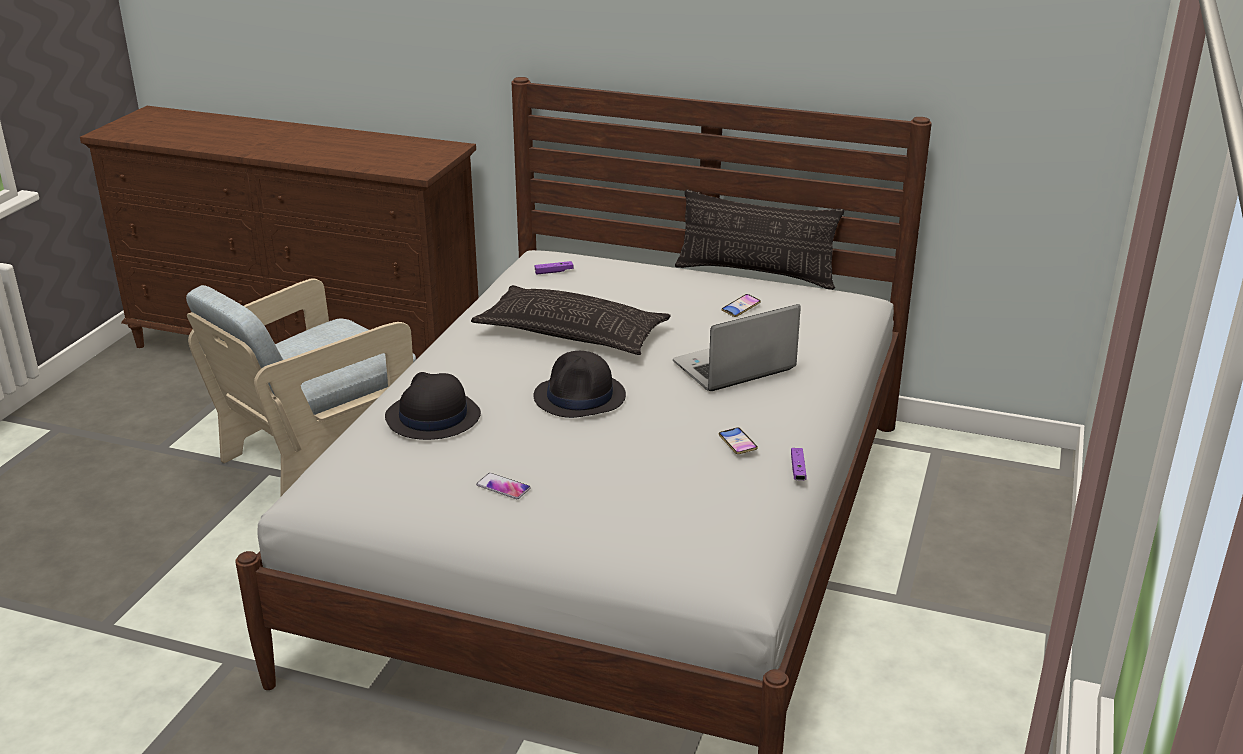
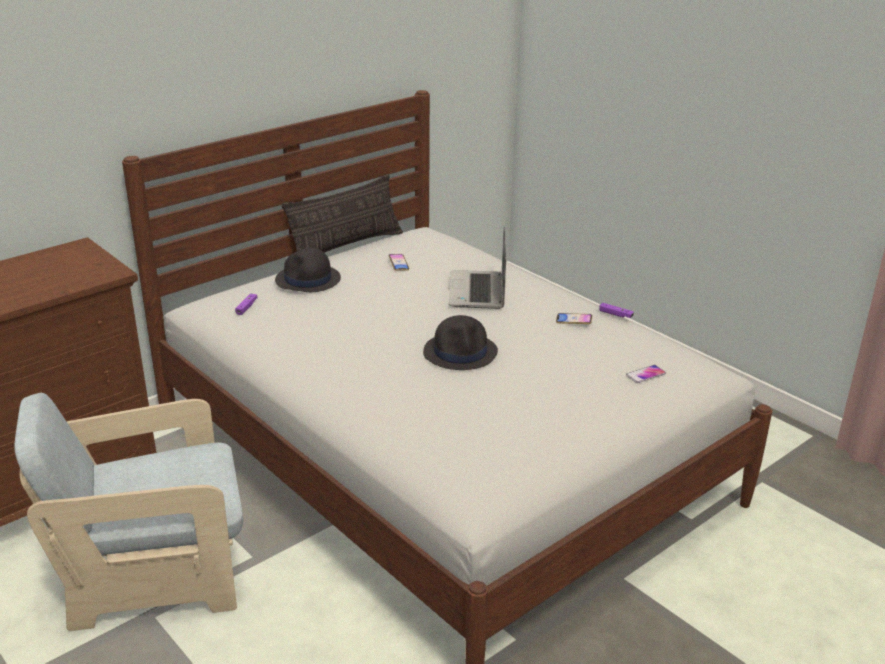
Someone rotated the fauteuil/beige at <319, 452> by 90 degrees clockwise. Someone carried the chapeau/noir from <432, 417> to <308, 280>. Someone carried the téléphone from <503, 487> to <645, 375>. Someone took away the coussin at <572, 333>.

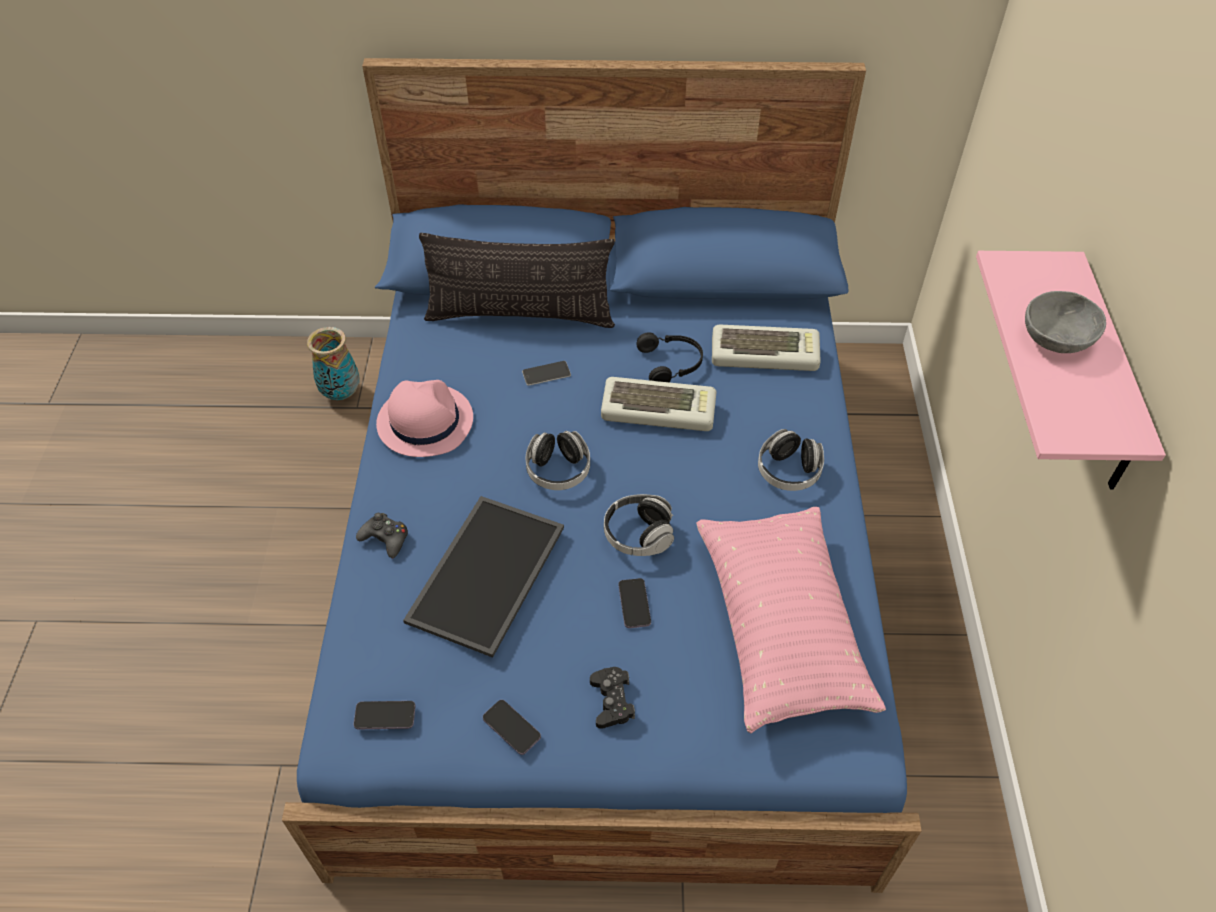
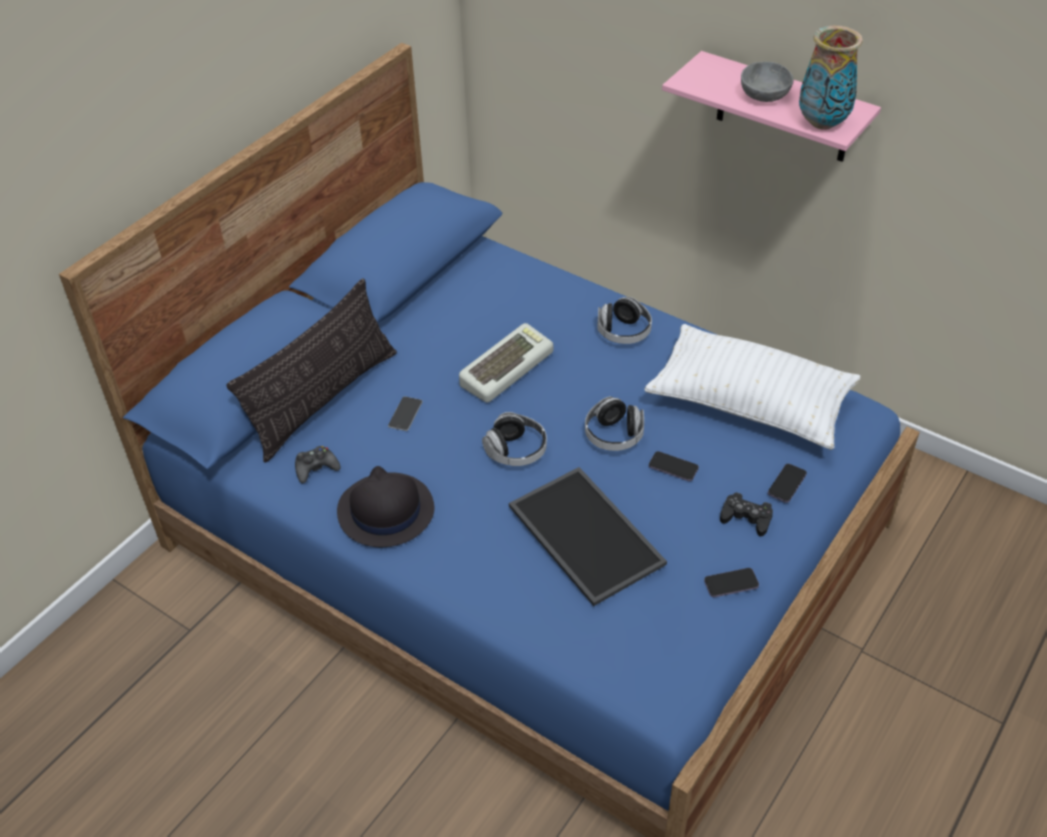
Someone carried the manette/noir from <385, 538> to <316, 468>. Someone repainted the chapeau/rose at <424, 421>, which became the chapeau/noir at <385, 511>. Someone repainted the coussin/rose at <780, 629>, which became the coussin/blanc at <750, 404>. Someone carried the téléphone from <385, 716> to <787, 484>. Someone carried the vase from <341, 393> to <822, 124>. Someone took away the casque audio/noir at <671, 364>. Someone took away the clavier at <765, 353>.

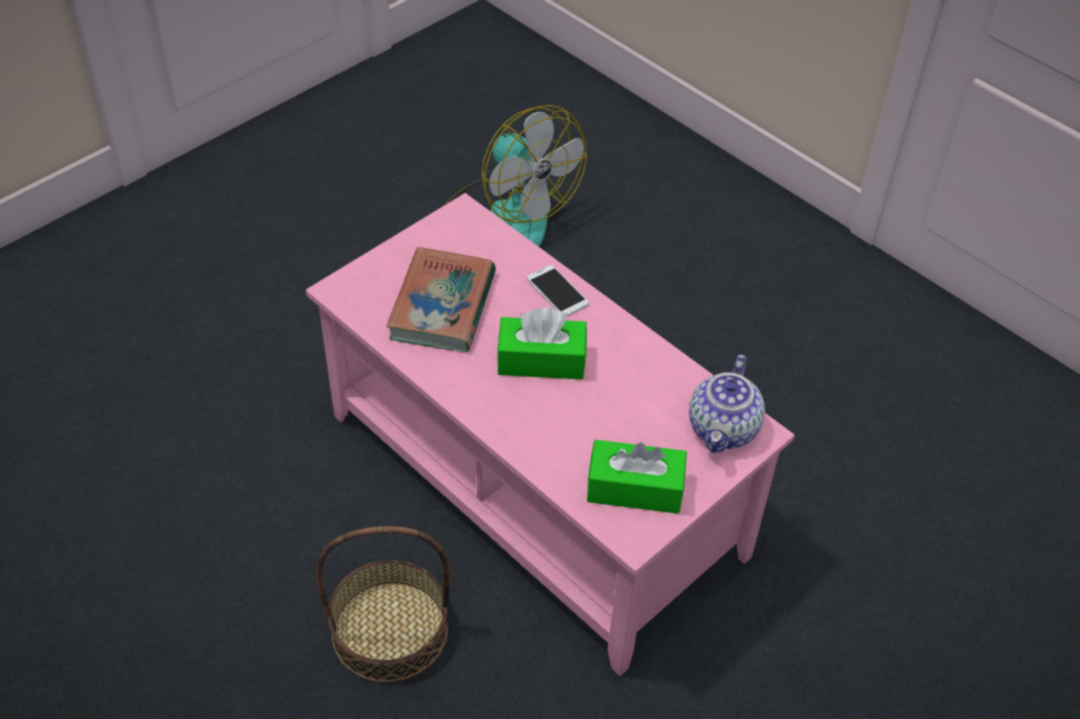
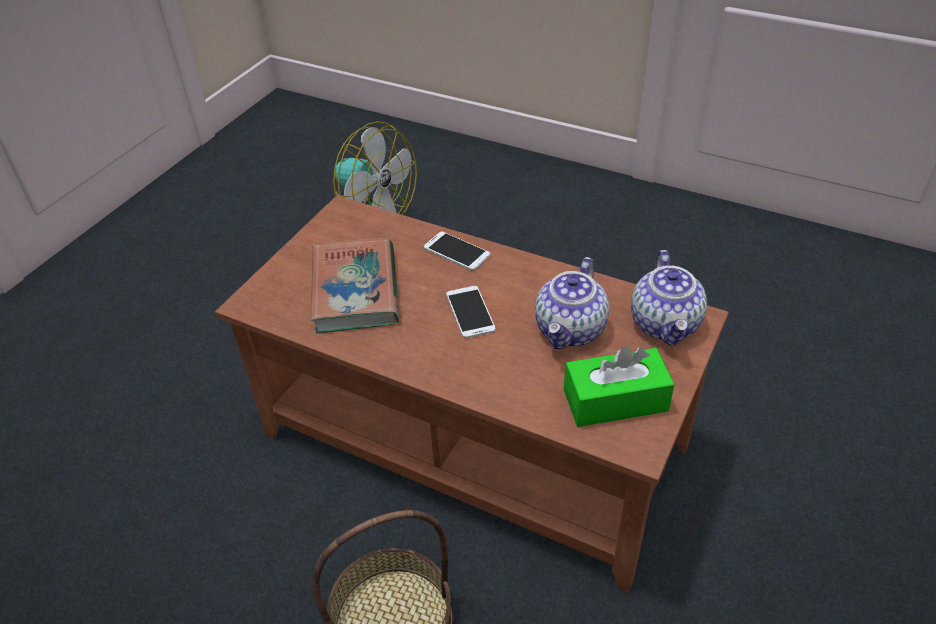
Someone repainted the table basse/rose at <538, 482>, which became the table basse/marron at <476, 438>. Someone swapped the boîte à mouchoirs/vert at <541, 360> for the téléphone at <470, 312>. Someone put down the théière at <571, 330>.

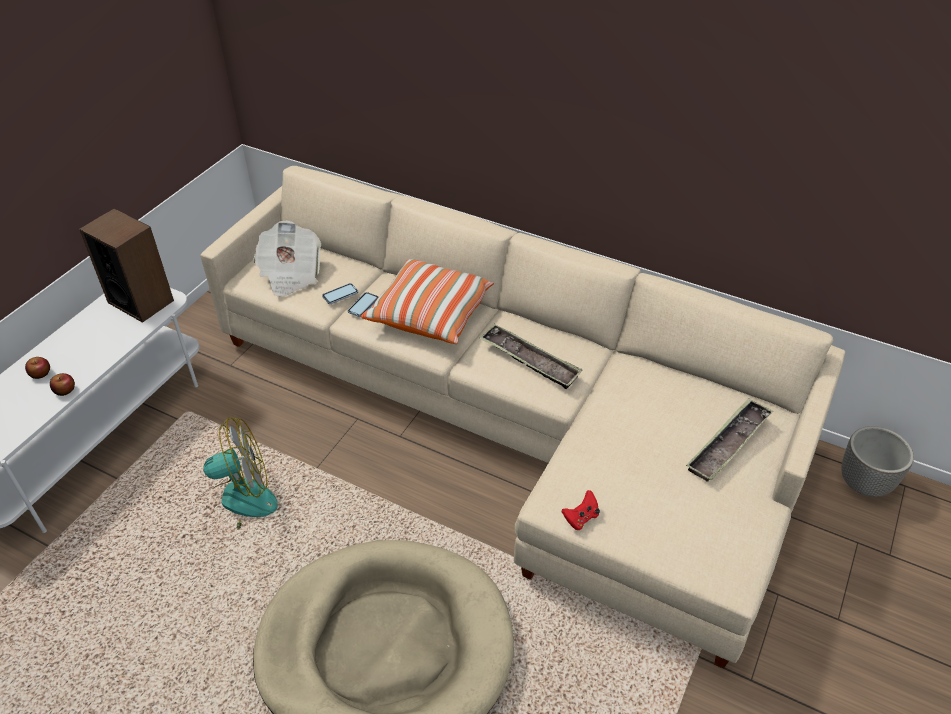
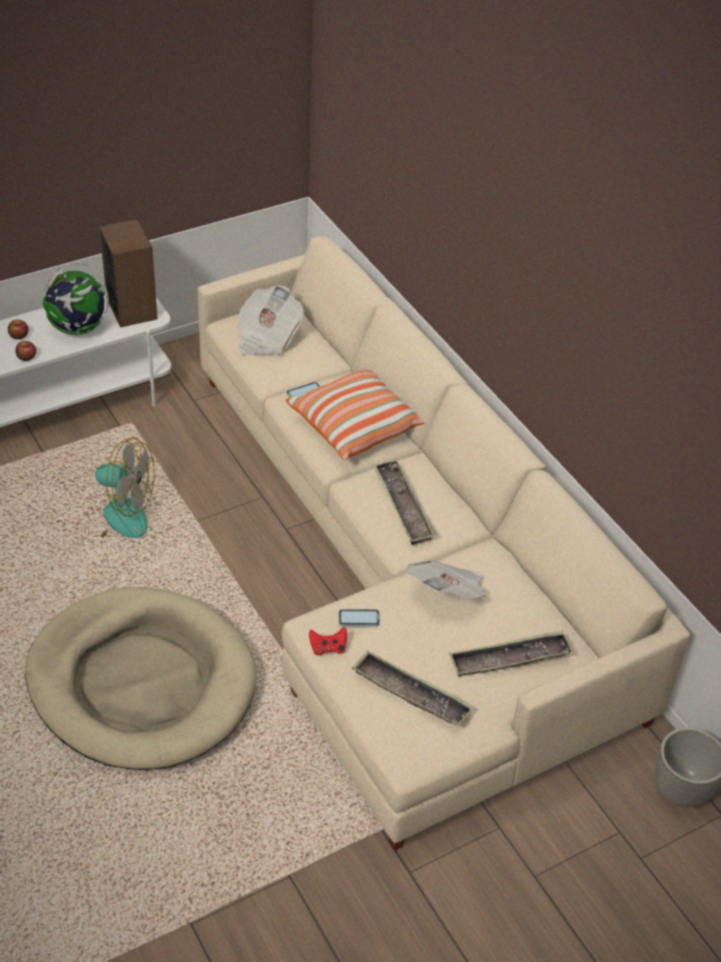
Someone put down the globe at <78, 328>. Someone carried the téléphone from <340, 294> to <358, 618>. Someone put down the plateau at <411, 693>. Someone put down the journal at <448, 593>.

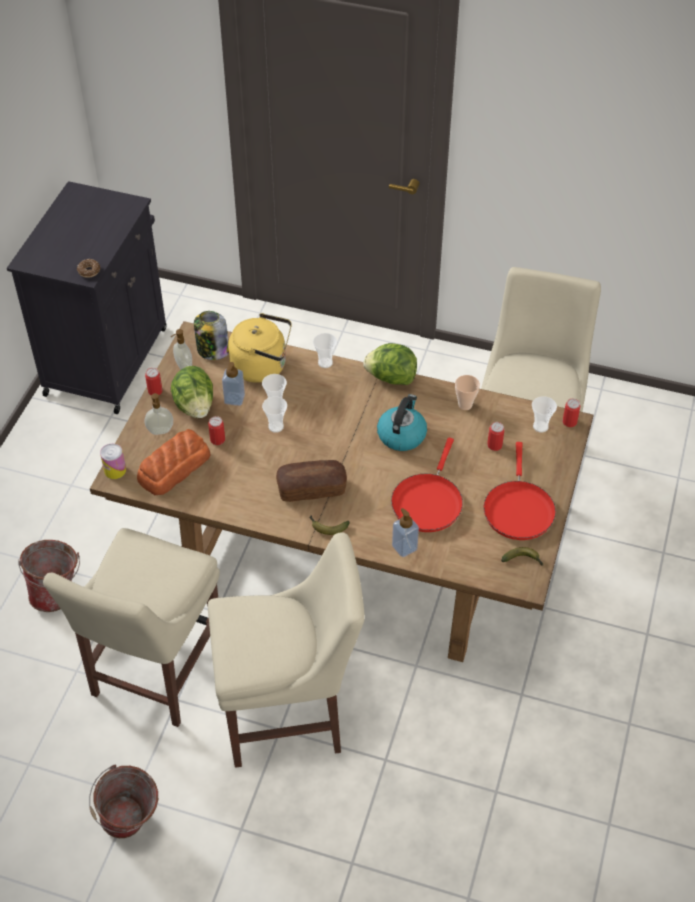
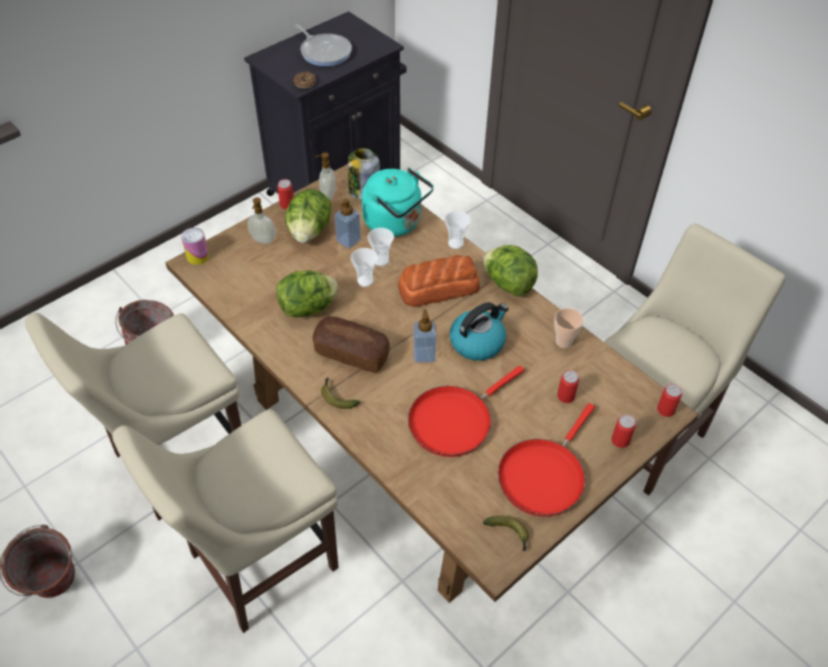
Someone rotated the chaise/beige at <290, 715> by 120 degrees clockwise. Someone put down the laitue at <308, 308>. Someone put down the poêle at <324, 52>. Someone repainted the bouilloire/jaune at <262, 367>, which became the bouilloire/turquoise at <396, 223>. Someone carried the pain from <173, 468> to <437, 287>. Someone carried the distributeur de savon from <404, 547> to <424, 355>. Someone carried the boîte métallique from <217, 440> to <620, 440>. Someone took away the tasse at <540, 426>.

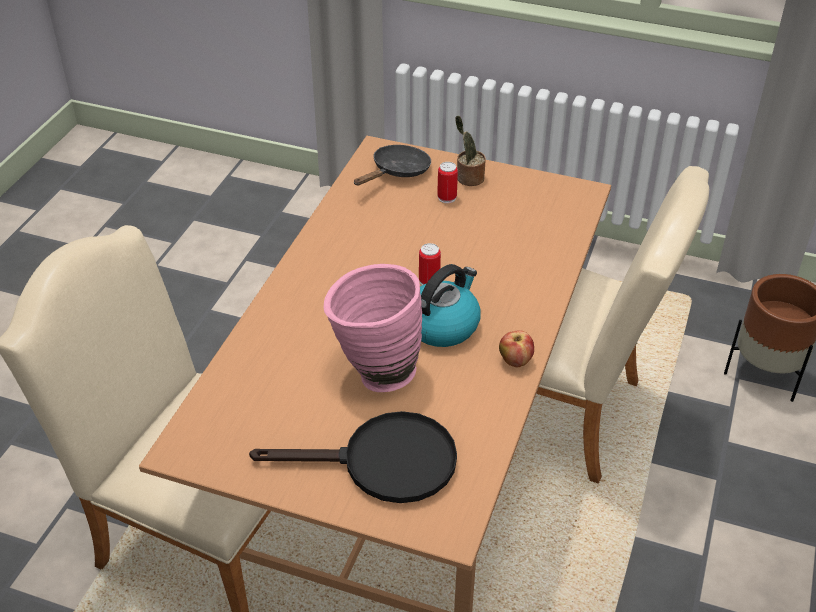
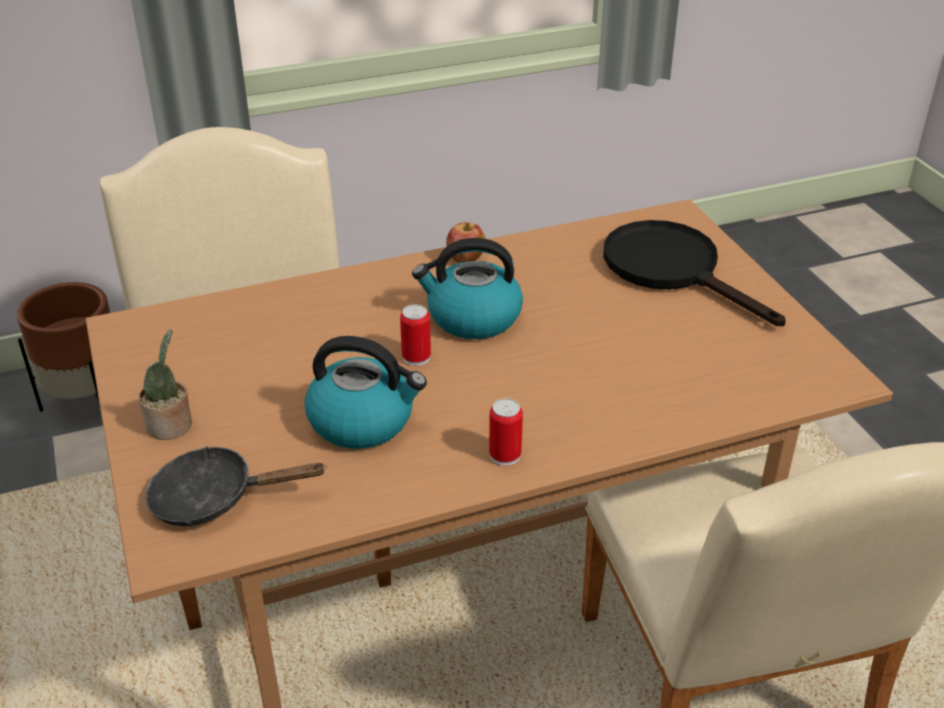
Someone put down the bouilloire at <363, 421>. Someone carried the boîte métallique from <447, 197> to <505, 455>. Someone took away the vase/rose at <374, 373>.

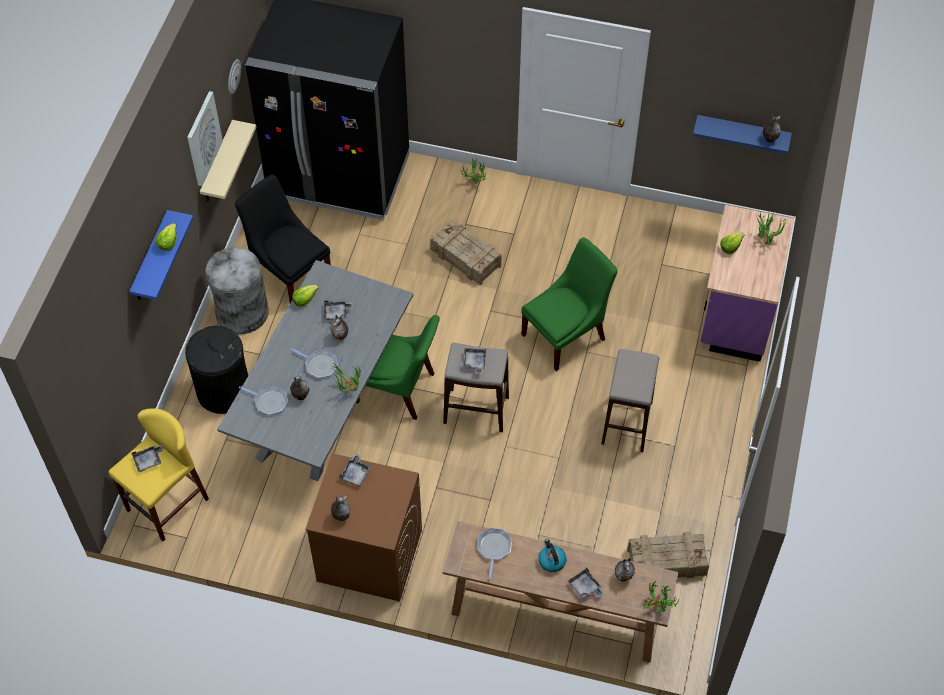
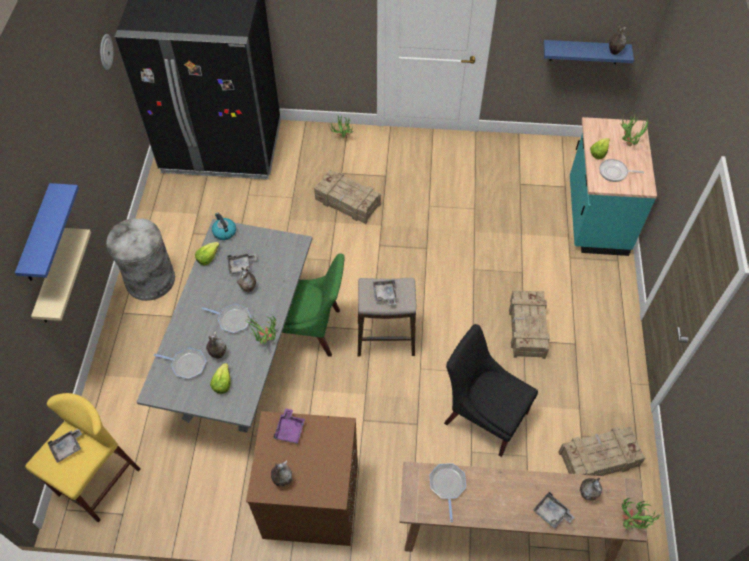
Someone carried the étagère/beige from <217, 163> to <52, 279>. Someone carried the laitue from <168, 242> to <222, 383>. Someone carried the bouilloire from <551, 561> to <224, 232>. Someone repainted the plateau/gris at <356, 473>, which became the plateau/violet at <290, 429>. Someone carried the chaise/noir from <289, 272> to <483, 414>. Someone swapped the tabouret at <627, 423> for the caisse at <526, 329>. Someone repainted the comptoir de cuisine/violet at <735, 314>, which became the comptoir de cuisine/turquoise at <595, 217>. Someone put down the poêle at <615, 172>. Someone took away the poubelle/noir at <224, 390>. Someone took away the tableau at <203, 138>. Someone took away the chaise/vert at <566, 335>.

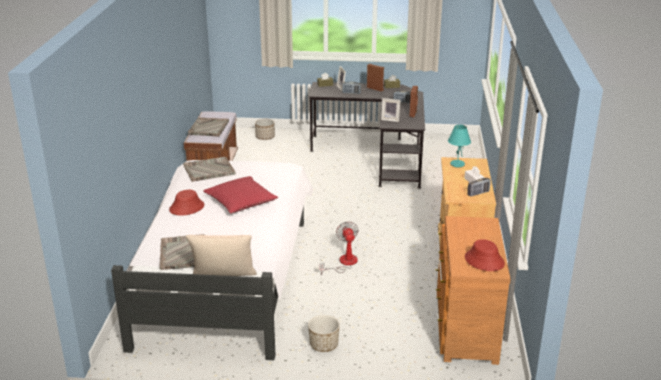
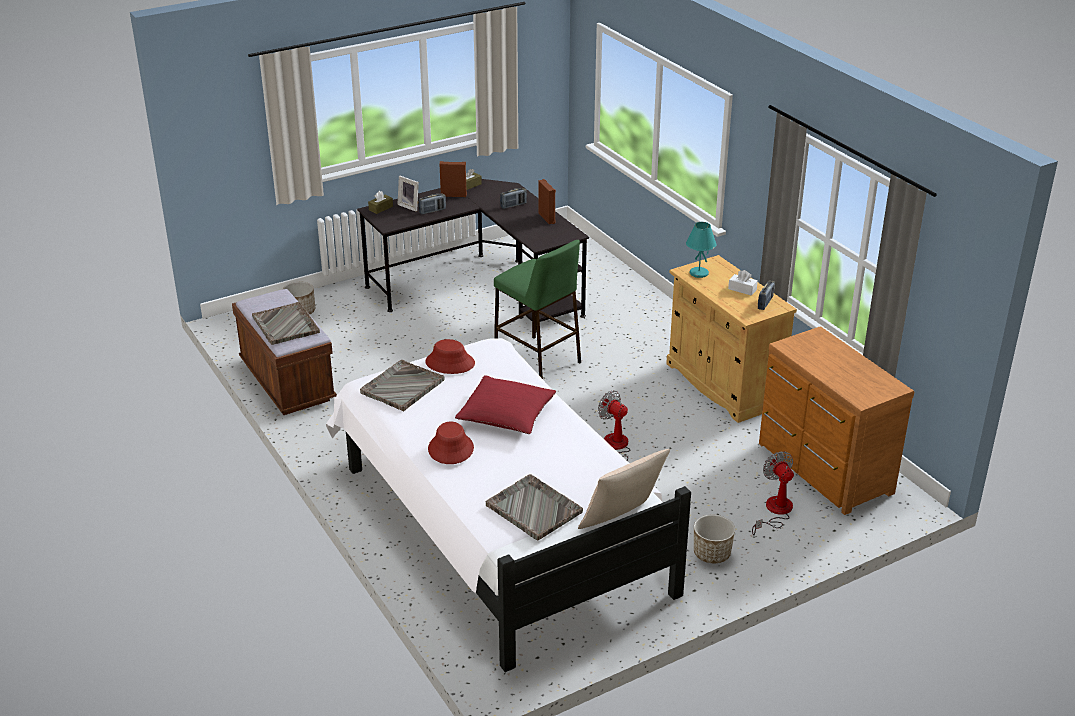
Someone carried the chapeau/rouge from <484, 261> to <450, 363>. Someone put down the tabouret/vert at <537, 360>. Someone put down the ventilateur at <775, 511>. Someone took away the cadre photo at <390, 119>.

